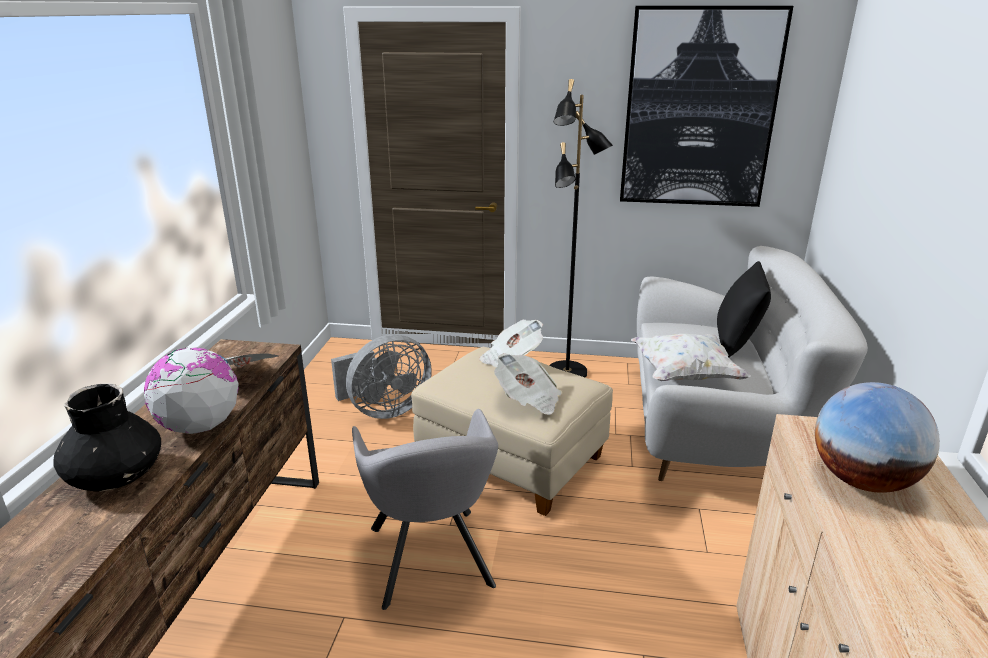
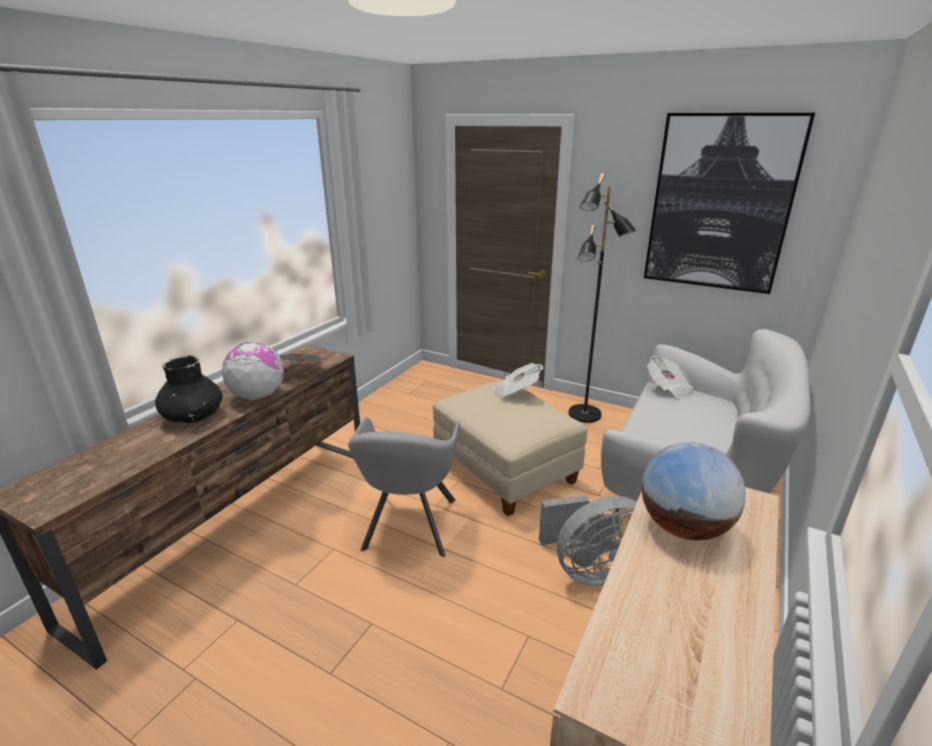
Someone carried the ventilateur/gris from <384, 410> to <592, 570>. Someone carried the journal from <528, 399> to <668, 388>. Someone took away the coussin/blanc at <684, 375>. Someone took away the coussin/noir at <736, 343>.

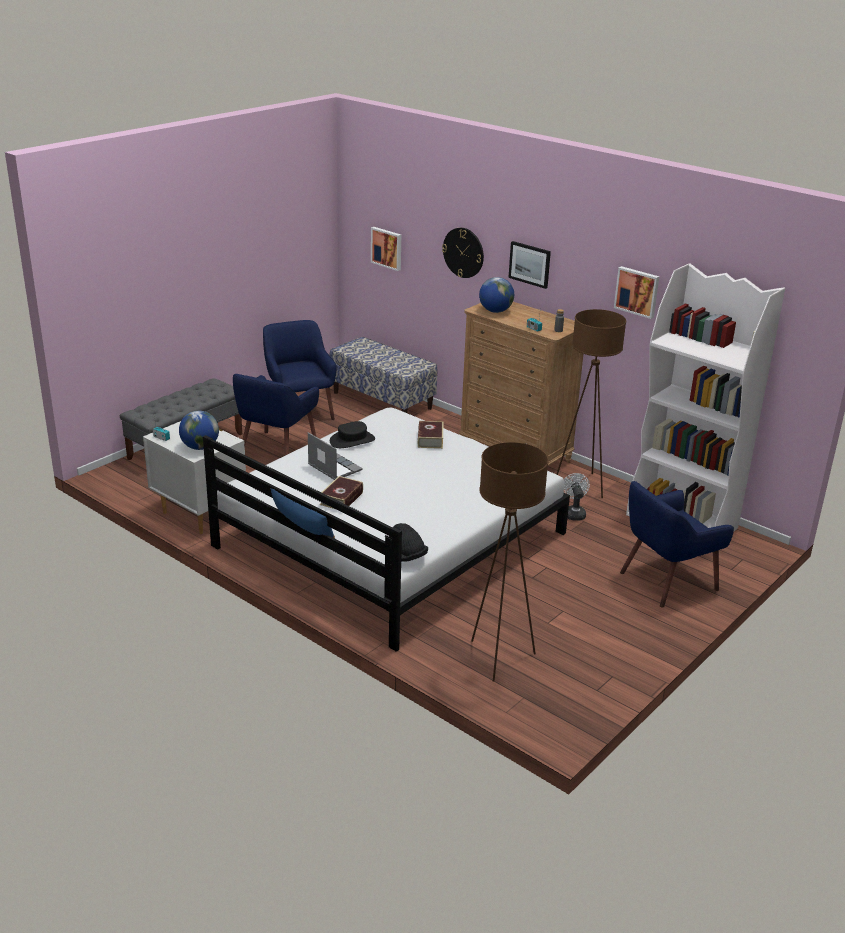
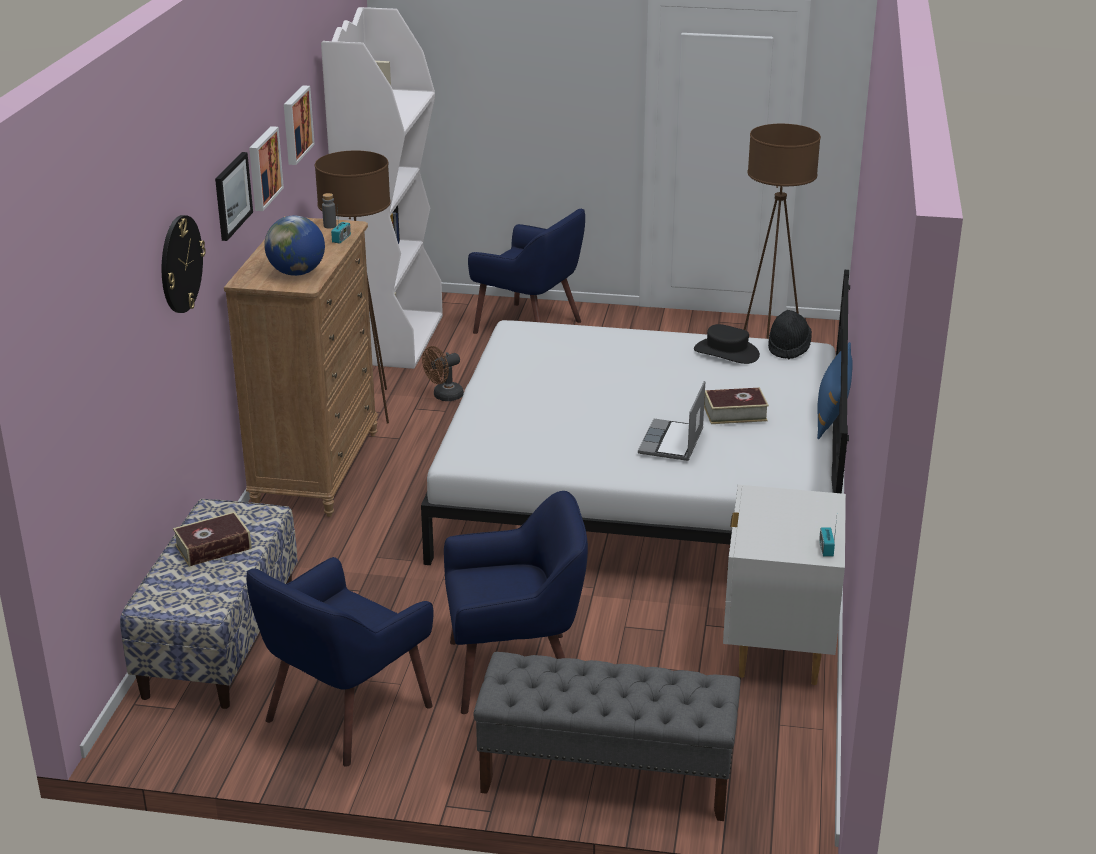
Someone carried the livre from <430, 439> to <213, 547>. Someone carried the tableau from <387, 248> to <263, 168>. Someone repainted the ventilateur/blanc at <574, 513>, which became the ventilateur/marron at <444, 396>. Someone carried the chapeau/noir from <352, 440> to <726, 352>. Someone took away the globe at <200, 447>.

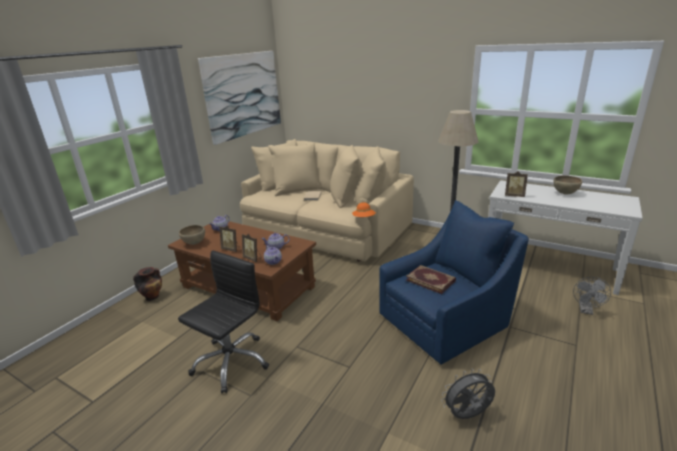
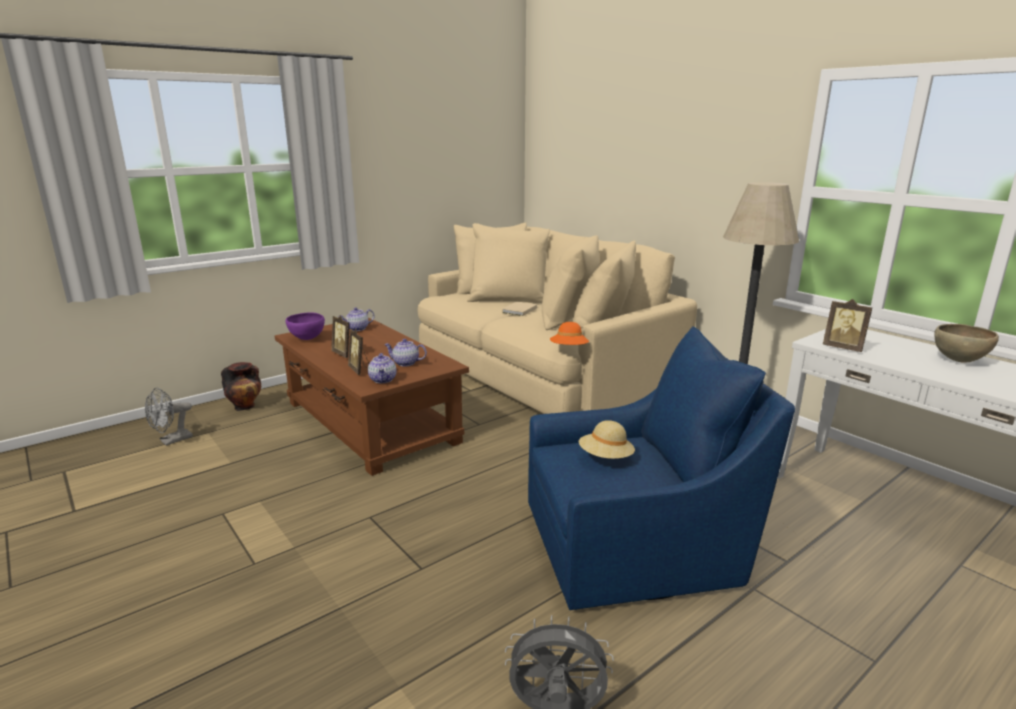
Someone carried the ventilateur/gris from <586, 310> to <172, 441>. Someone repainted the bol/marron at <194, 243>, which became the bol/violet at <307, 339>. Someone swapped the livre at <431, 280> for the chapeau/beige at <605, 458>. Someone took away the chaise de bureau/noir at <231, 362>. Someone took away the tableau at <243, 95>.

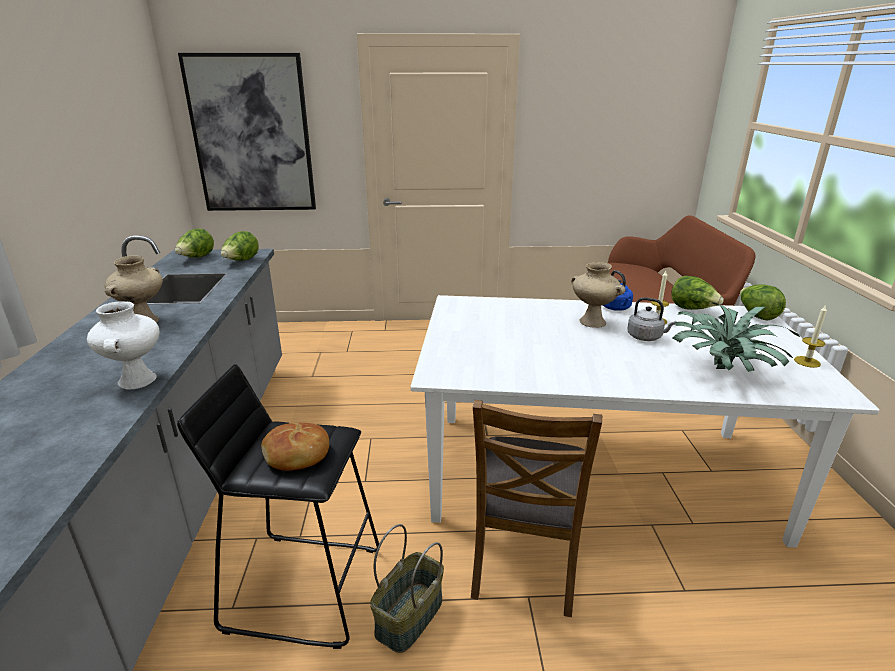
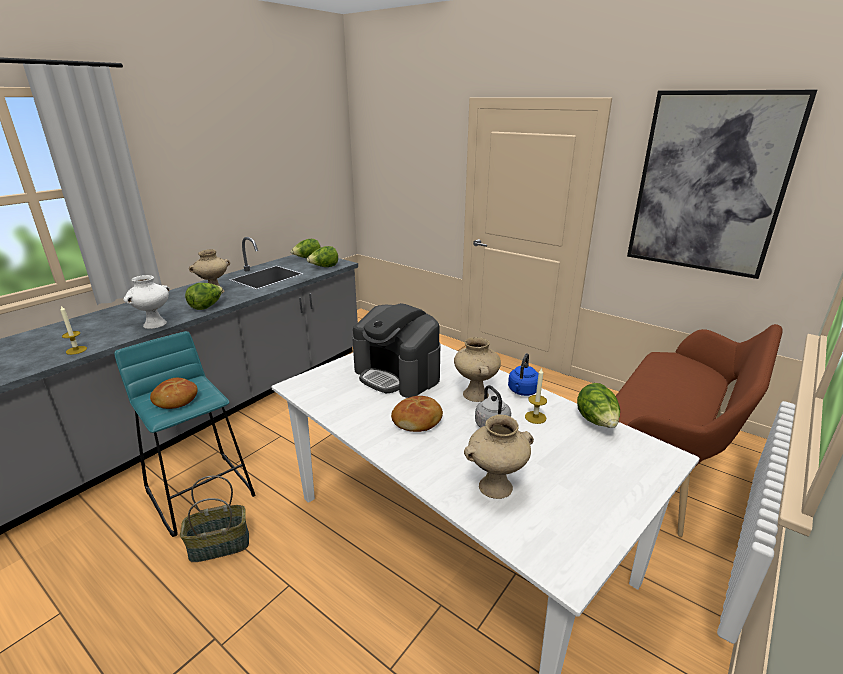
Someone carried the bougie from <807, 362> to <76, 350>. Someone repainted the tabouret/noir at <303, 586>, which became the tabouret/turquoise at <201, 492>. Someone carried the laitue from <756, 315> to <207, 306>. Someone put down the machine à café at <397, 374>. Someone put down the pain at <418, 420>. Someone swapped the plante en pot at <723, 372> for the vase/beige at <495, 487>. Someone carried the tableau from <252, 135> to <709, 184>. Someone took away the chaise/marron at <526, 559>.

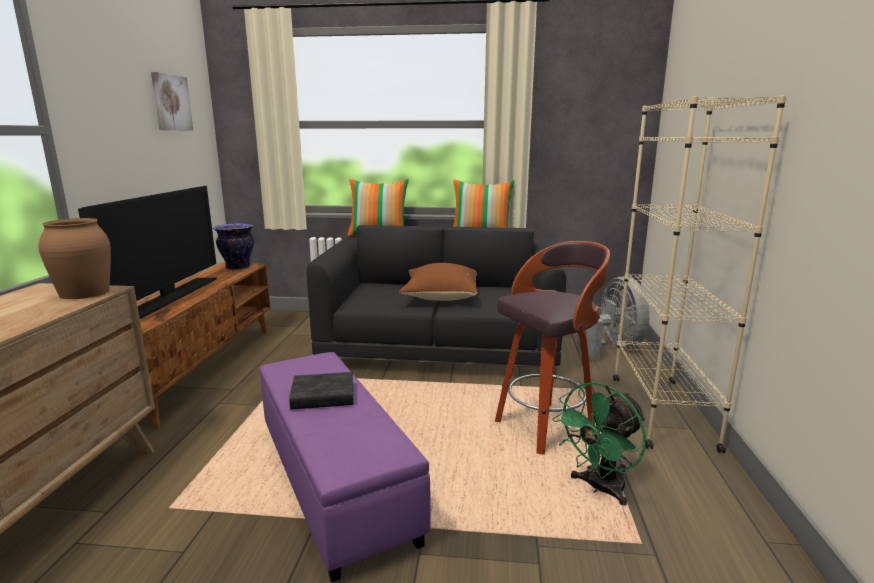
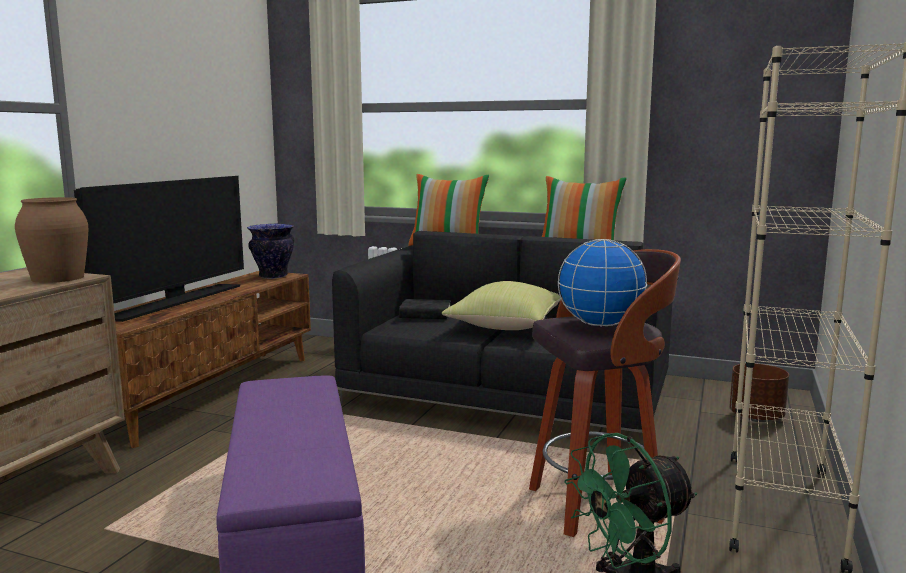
Someone carried the livre/noir from <323, 397> to <425, 314>. Someone repainted the coussin/marron at <440, 297>, which became the coussin/jaune at <504, 326>. Someone put down the globe at <600, 325>. Someone swapped the ventilateur/gris at <613, 346> for the cache-pot/marron at <755, 418>. Someone took away the tableau at <171, 103>.

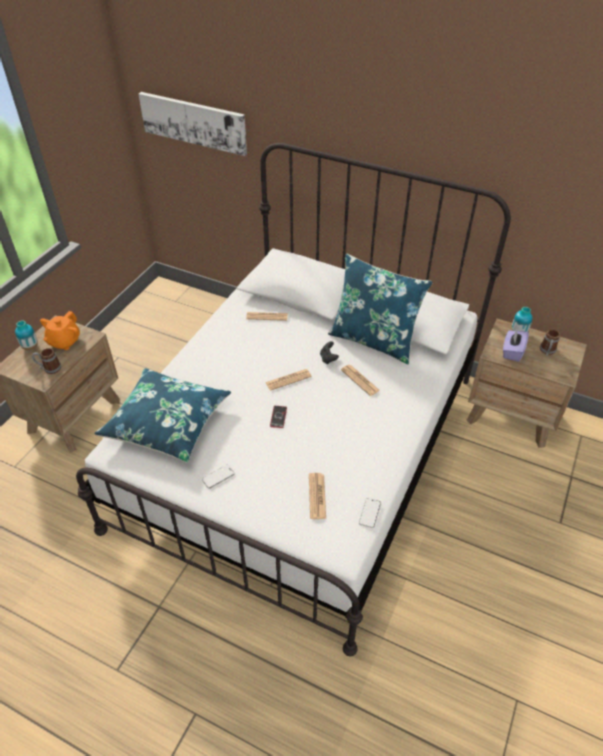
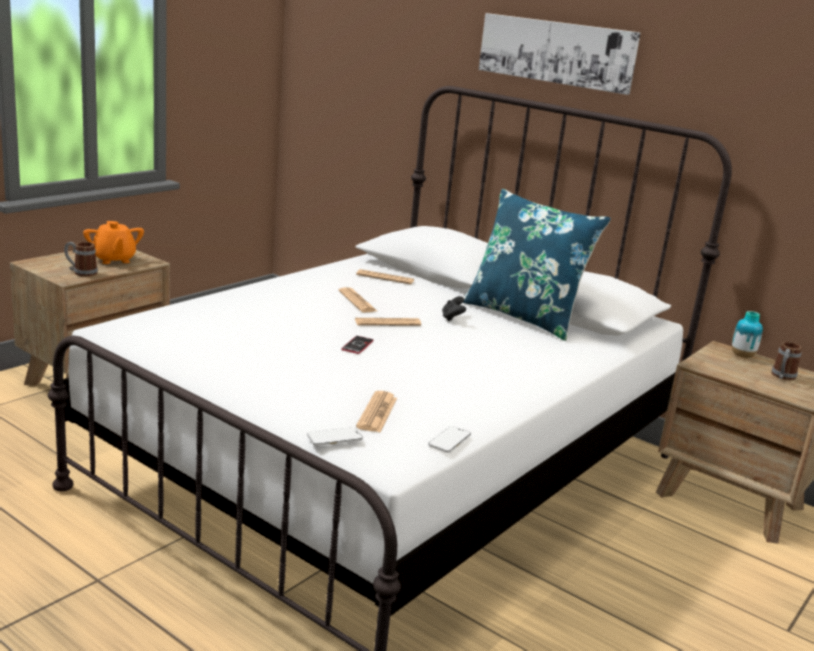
Someone rotated the théière/orange at <64, 342> by 60 degrees counterclockwise. Someone carried the téléphone from <218, 477> to <334, 438>. Someone carried the journal from <360, 380> to <357, 301>. Someone carried the tableau from <194, 122> to <556, 52>. Someone took away the vase at <30, 347>. Someone took away the coussin/bleu at <167, 422>. Someone took away the boîte à mouchoirs/violet at <512, 352>.

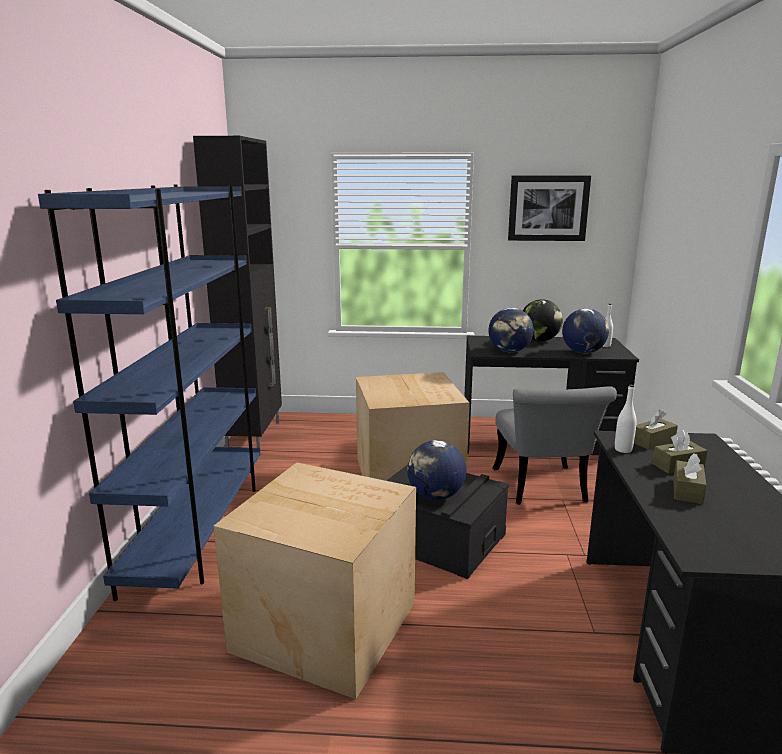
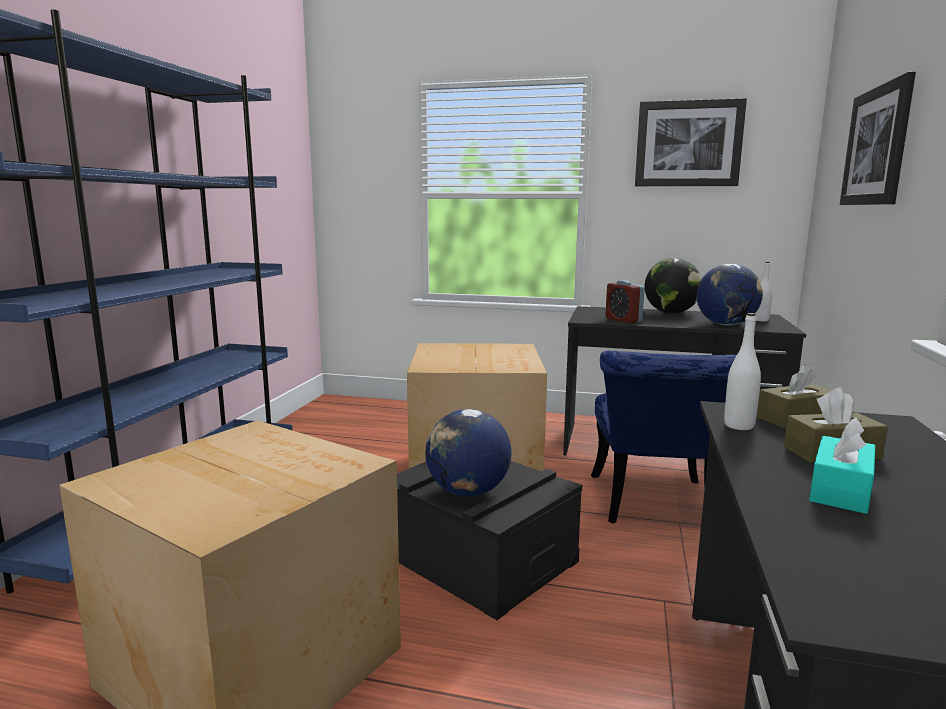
Someone repainted the chaise/gris at <542, 490>, which became the chaise/bleu at <653, 507>. Someone swapped the globe at <509, 351> for the réveil at <623, 320>. Someone repainted the boîte à mouchoirs/marron at <687, 491>, which became the boîte à mouchoirs/turquoise at <840, 490>. Someone put up the tableau at <877, 146>. Someone took away the meuble de rangement/noir at <255, 436>.

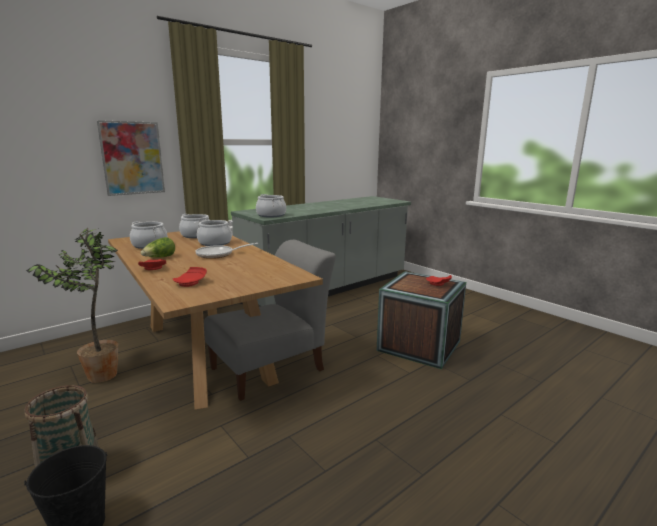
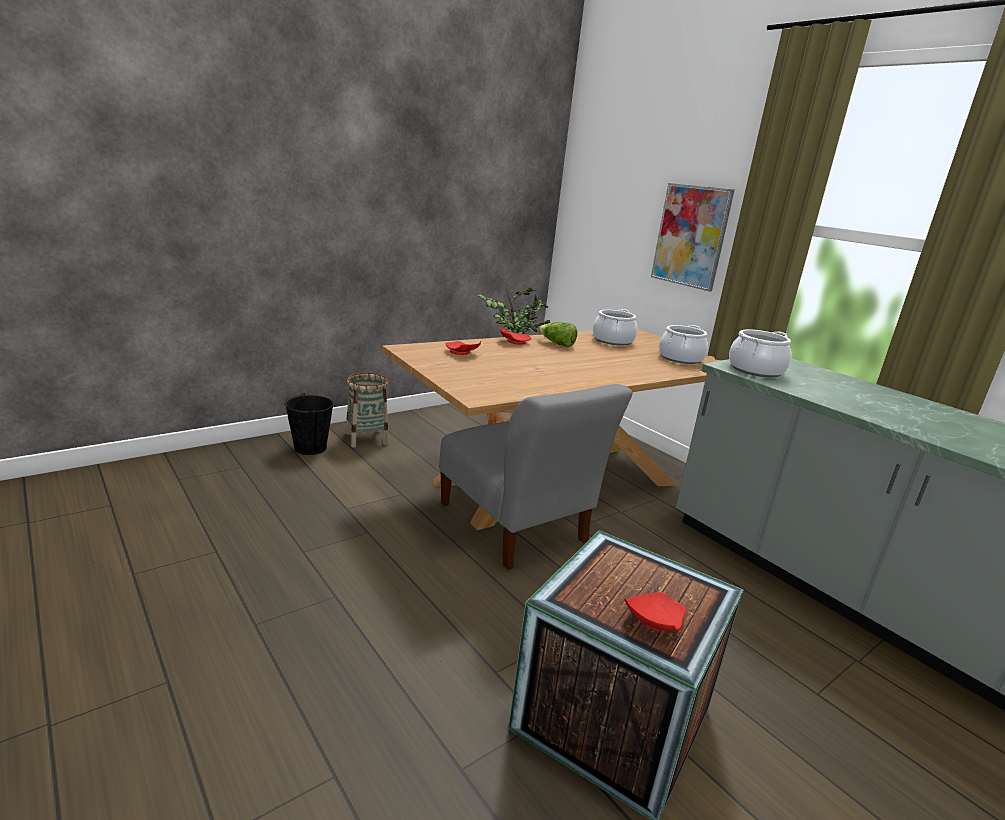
Someone took away the marmite at <215, 243>. Someone took away the poêle at <218, 254>.

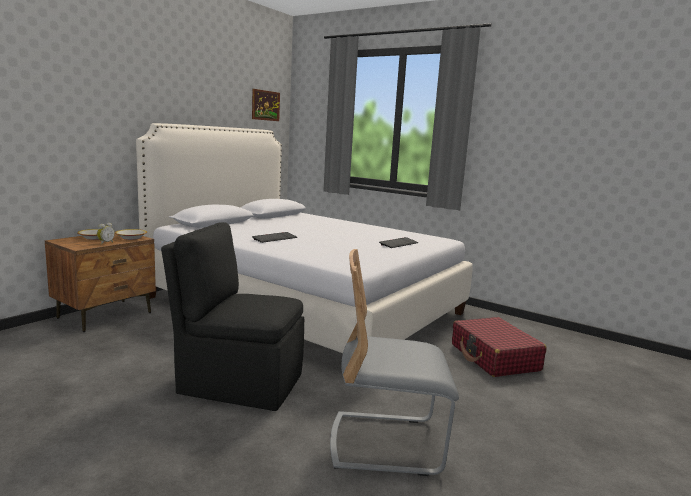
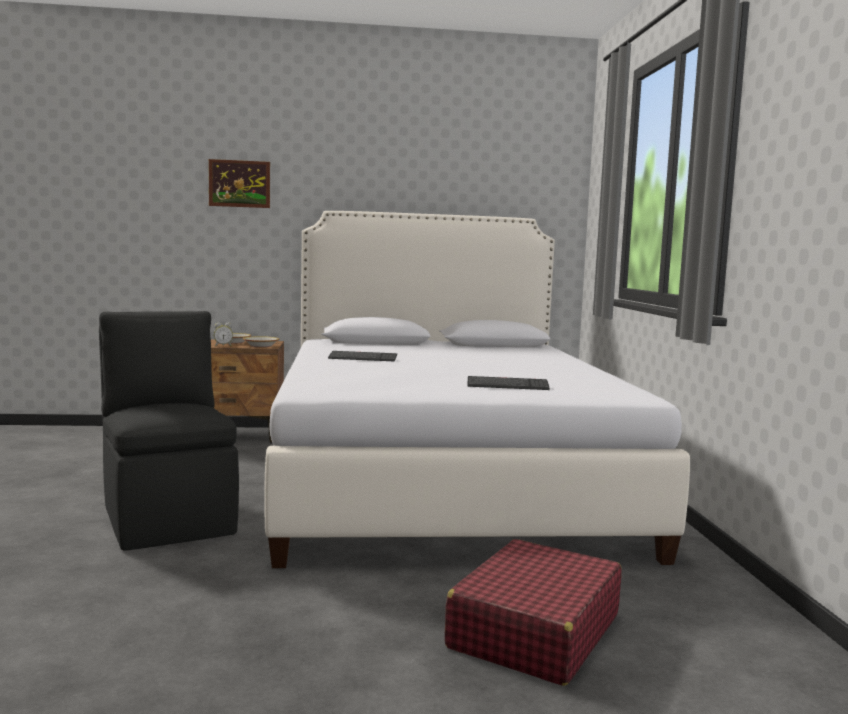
Someone carried the tableau from <265, 105> to <239, 184>. Someone took away the chaise/gris at <386, 443>.

